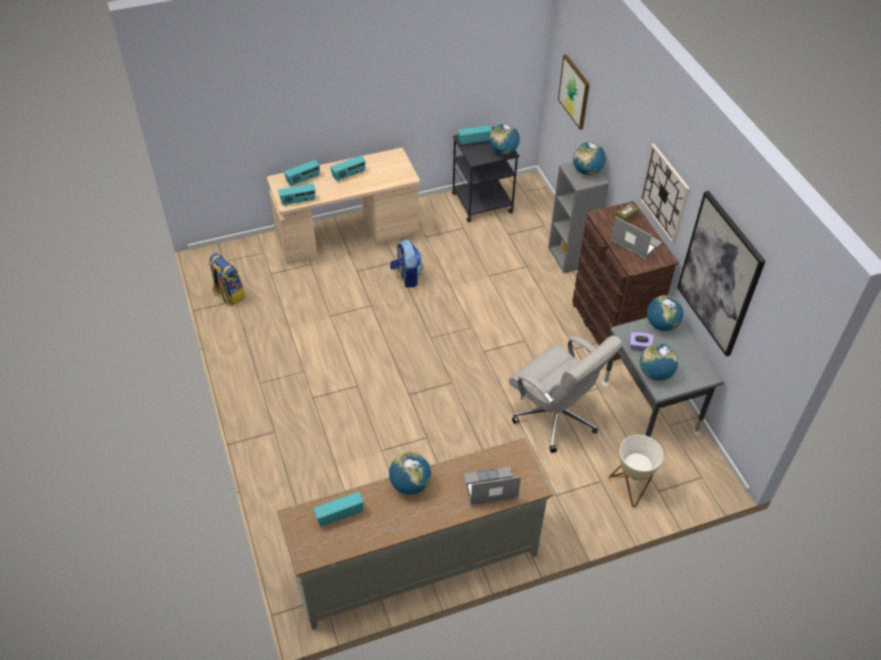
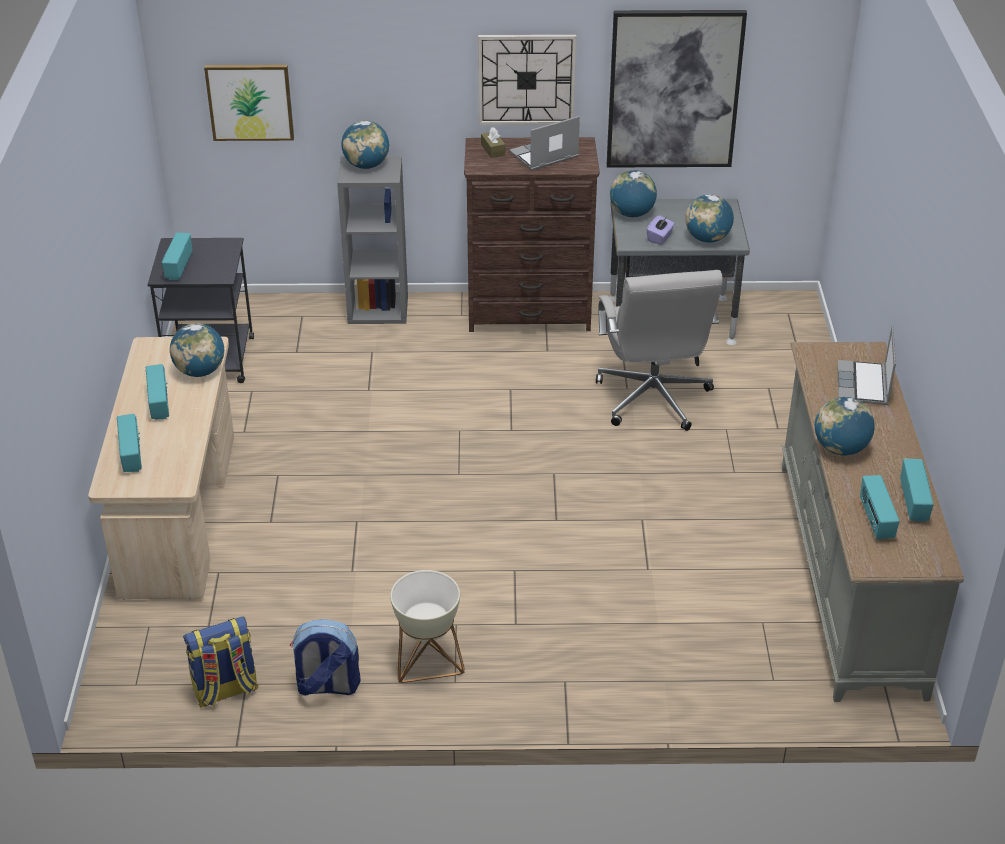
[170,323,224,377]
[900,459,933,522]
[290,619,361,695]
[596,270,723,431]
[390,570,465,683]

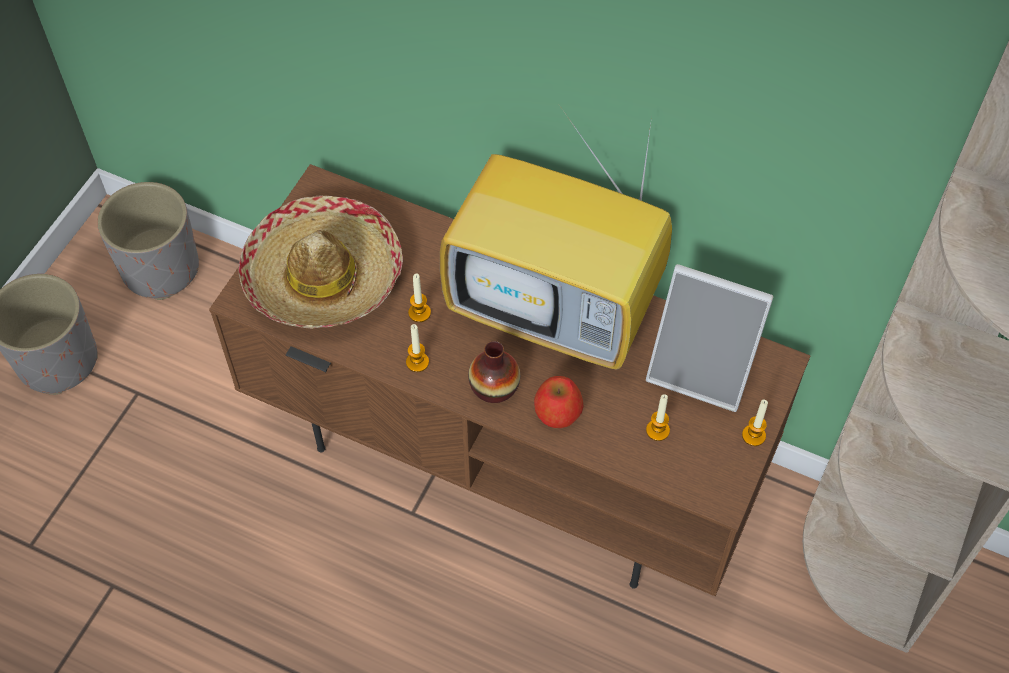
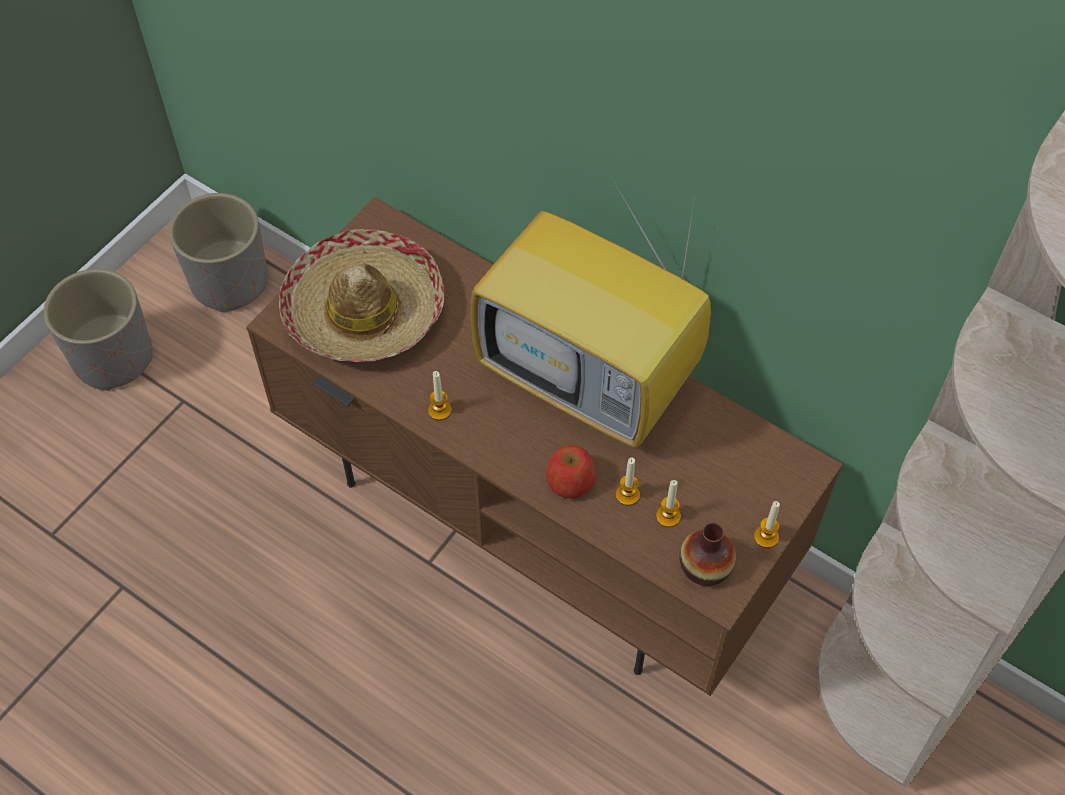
[646,264,774,412] (first image)
[616,457,640,506]
[679,523,736,586]

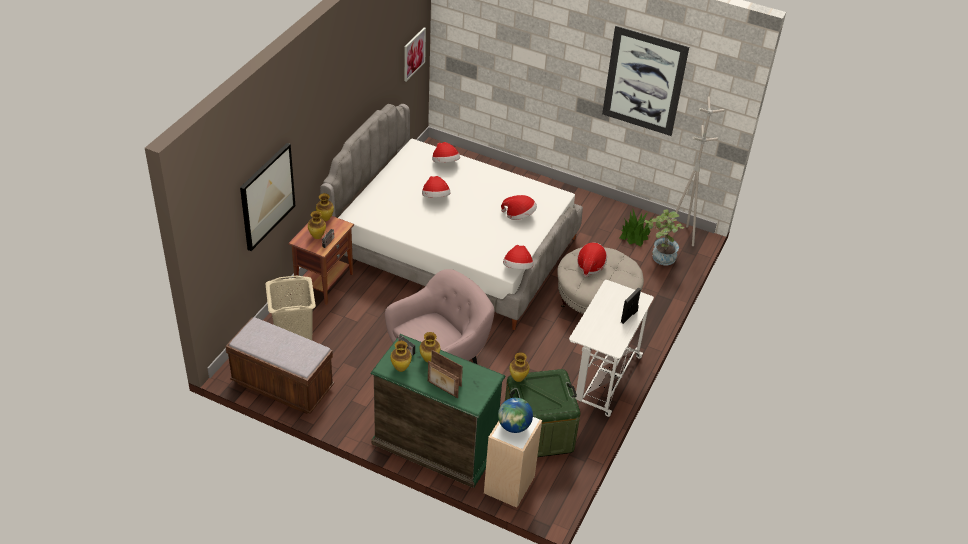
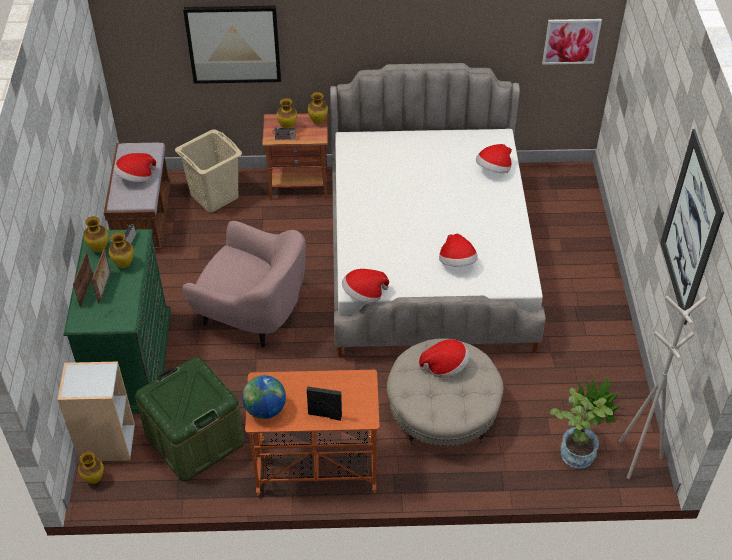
[114,153,156,182]
[245,370,380,496]
[78,451,104,484]
[242,375,286,419]

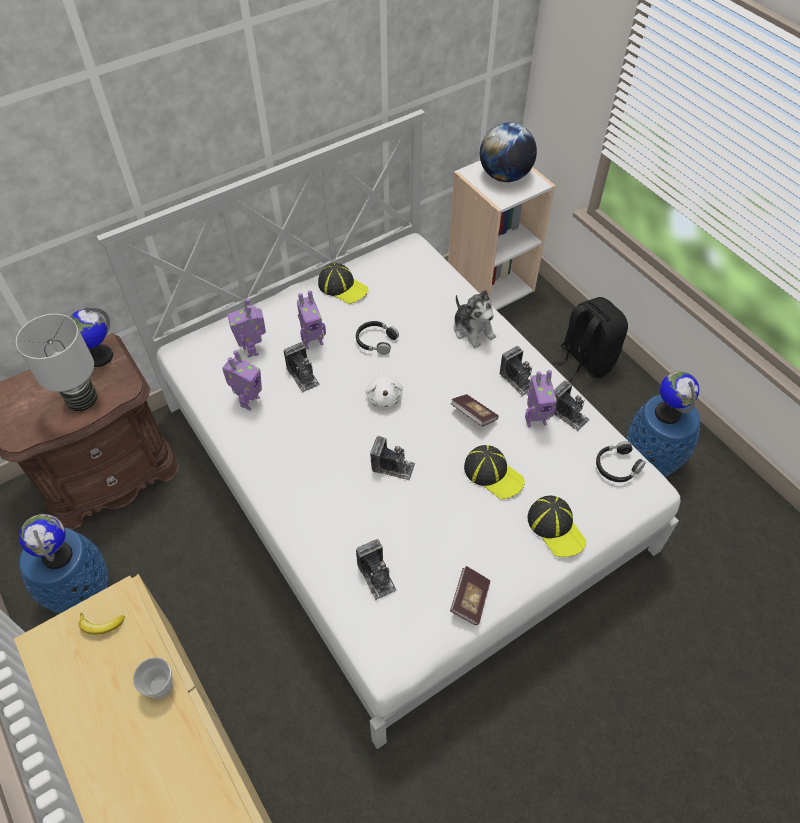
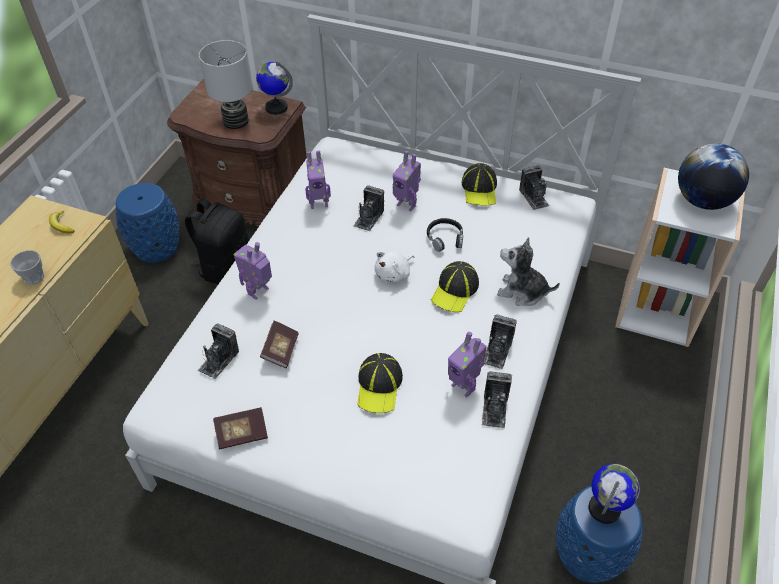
[497,237,560,306]
[185,198,249,284]
[234,242,272,300]
[260,320,299,368]
[519,165,549,210]
[596,441,646,482] (first image)
[431,261,479,312]
[19,514,73,569] (first image)

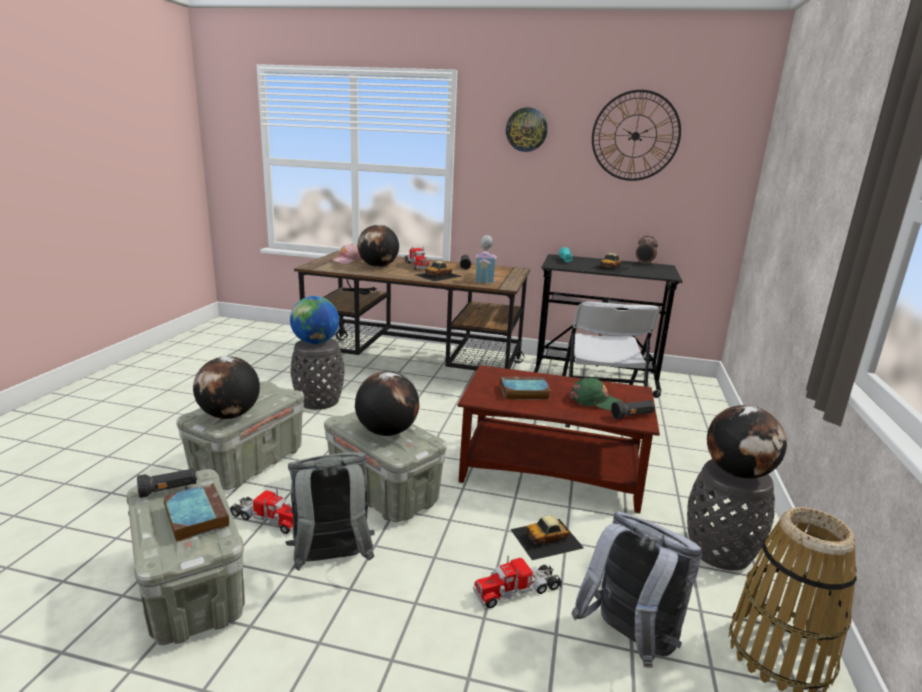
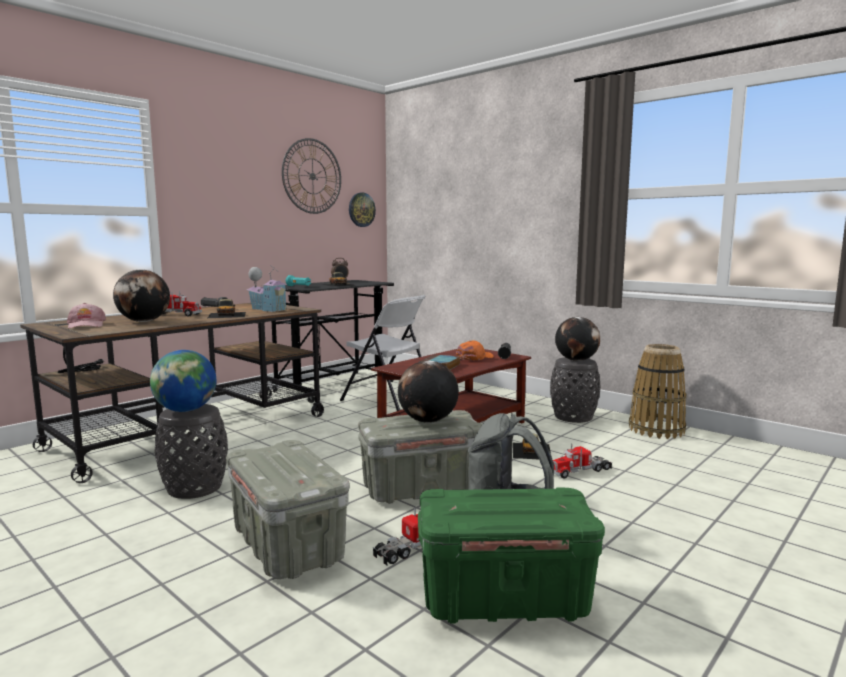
[349,193,376,227]
[193,356,260,419] (first image)
[456,341,494,360]
[137,468,197,498] (first image)
[418,488,605,624]
[164,483,229,542] (first image)
[571,511,702,668] (first image)
[553,443,612,479]

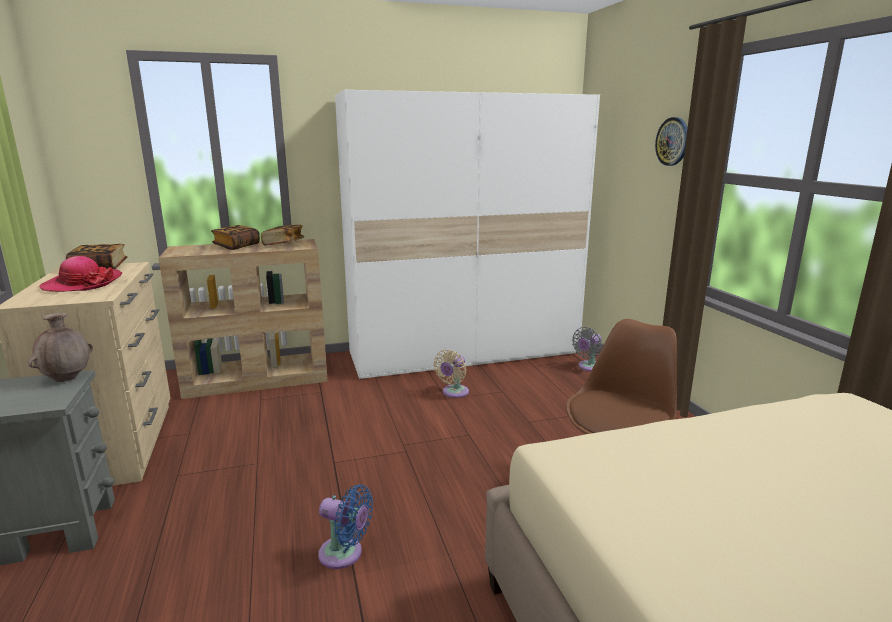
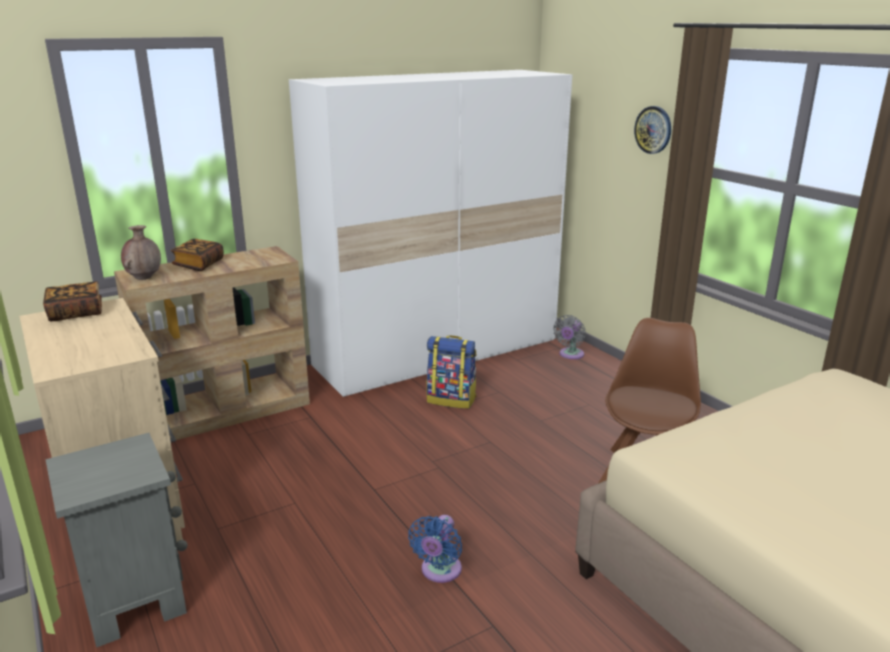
[261,225,304,246] (first image)
[39,256,122,292] (first image)
[121,225,161,280]
[426,335,476,409]
[408,515,462,583]

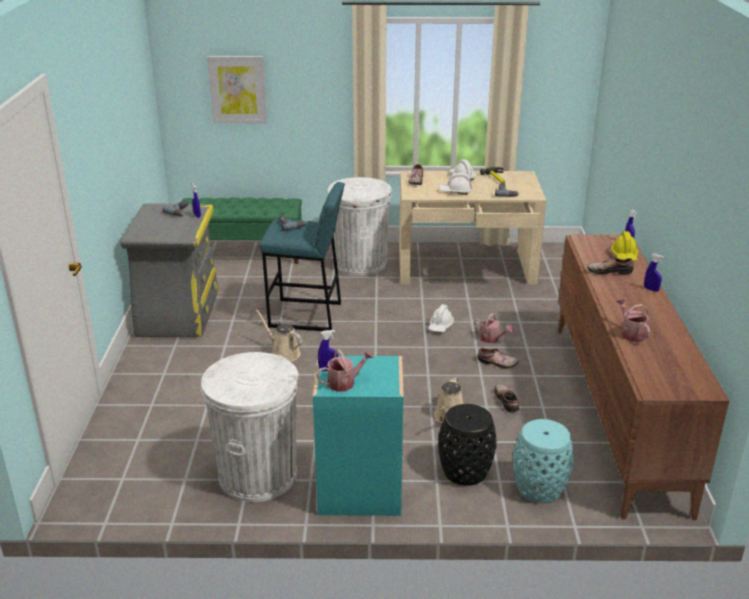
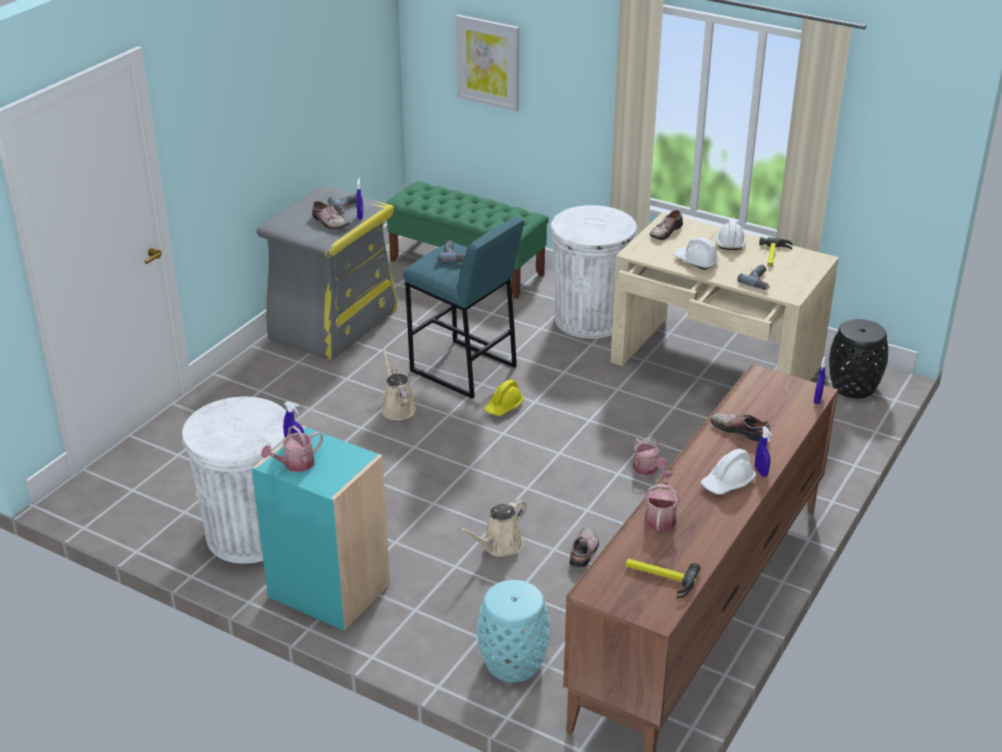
[484,380,524,416]
[701,449,756,495]
[312,201,350,229]
[261,426,323,472]
[829,319,888,398]
[625,559,701,599]

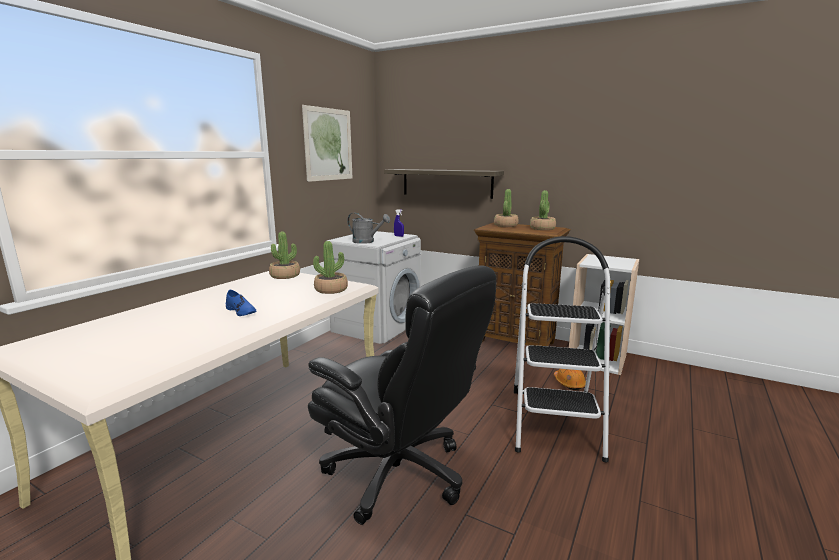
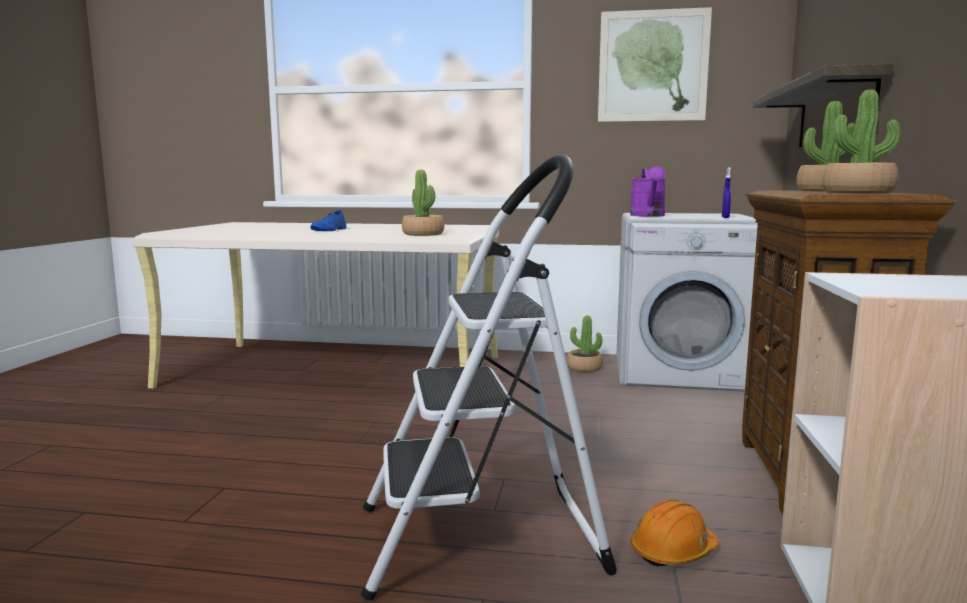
[630,166,666,217]
[567,315,603,372]
[308,265,496,525] (first image)

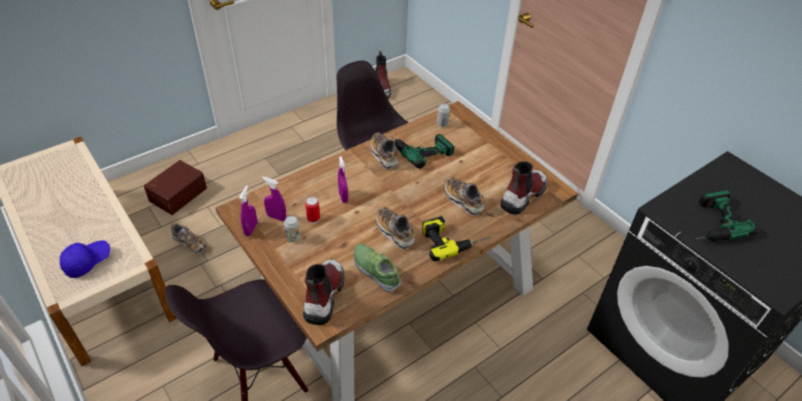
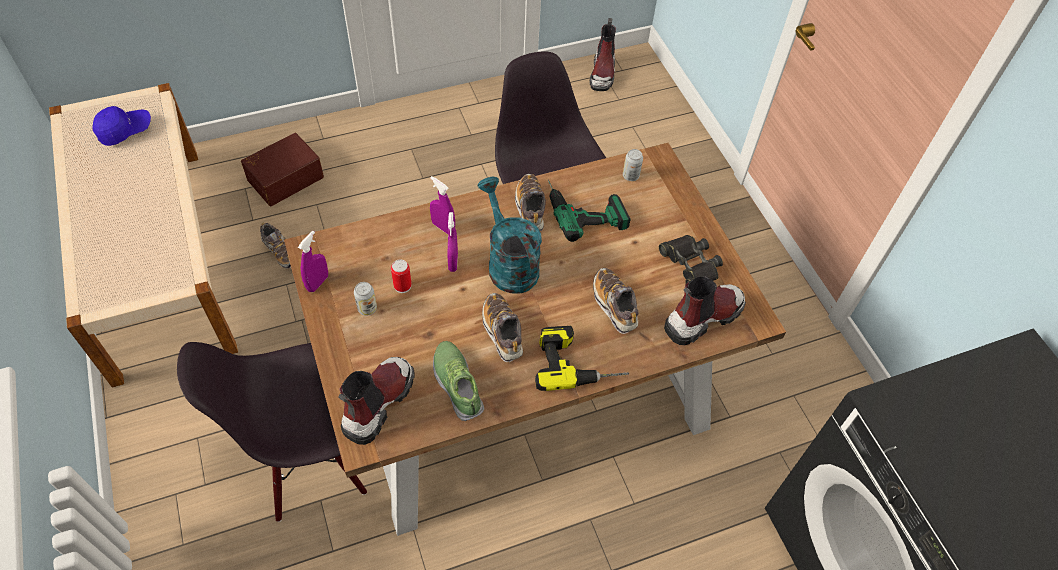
[430,176,455,234]
[696,189,759,241] (first image)
[92,106,151,146]
[477,177,542,293]
[659,235,723,284]

